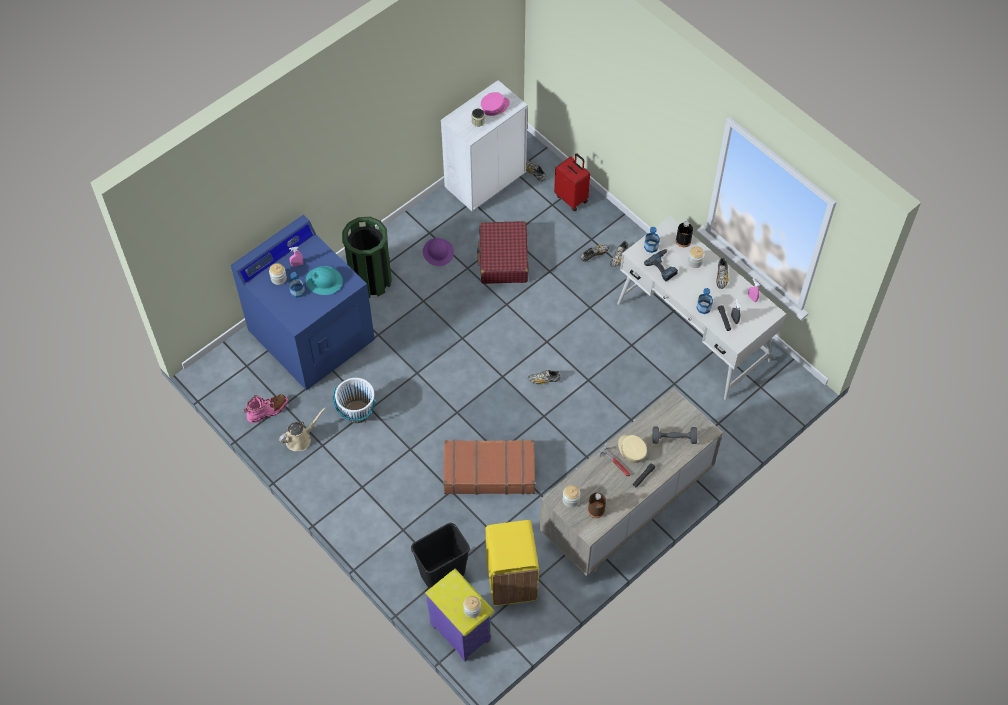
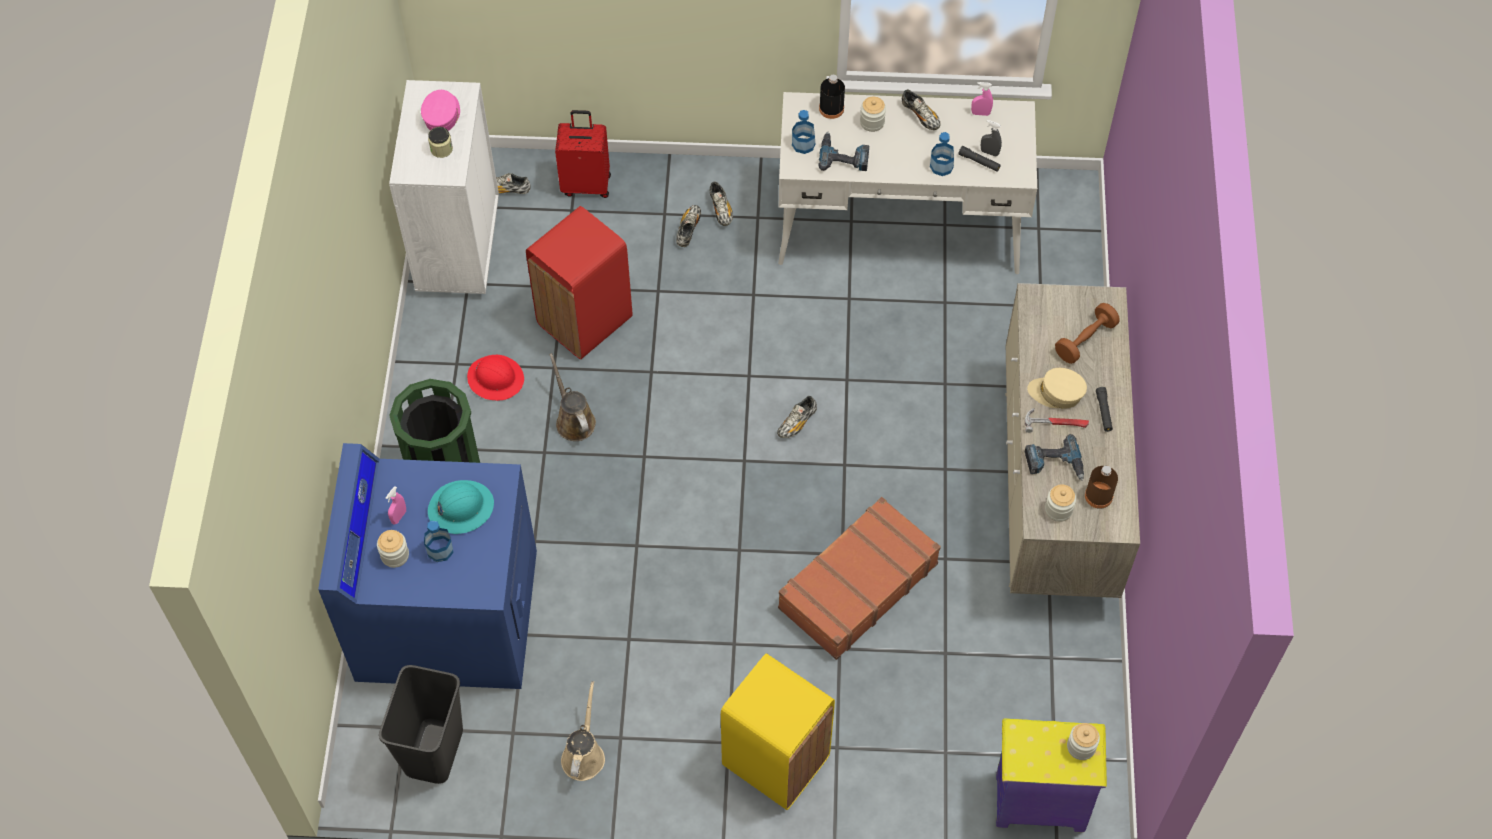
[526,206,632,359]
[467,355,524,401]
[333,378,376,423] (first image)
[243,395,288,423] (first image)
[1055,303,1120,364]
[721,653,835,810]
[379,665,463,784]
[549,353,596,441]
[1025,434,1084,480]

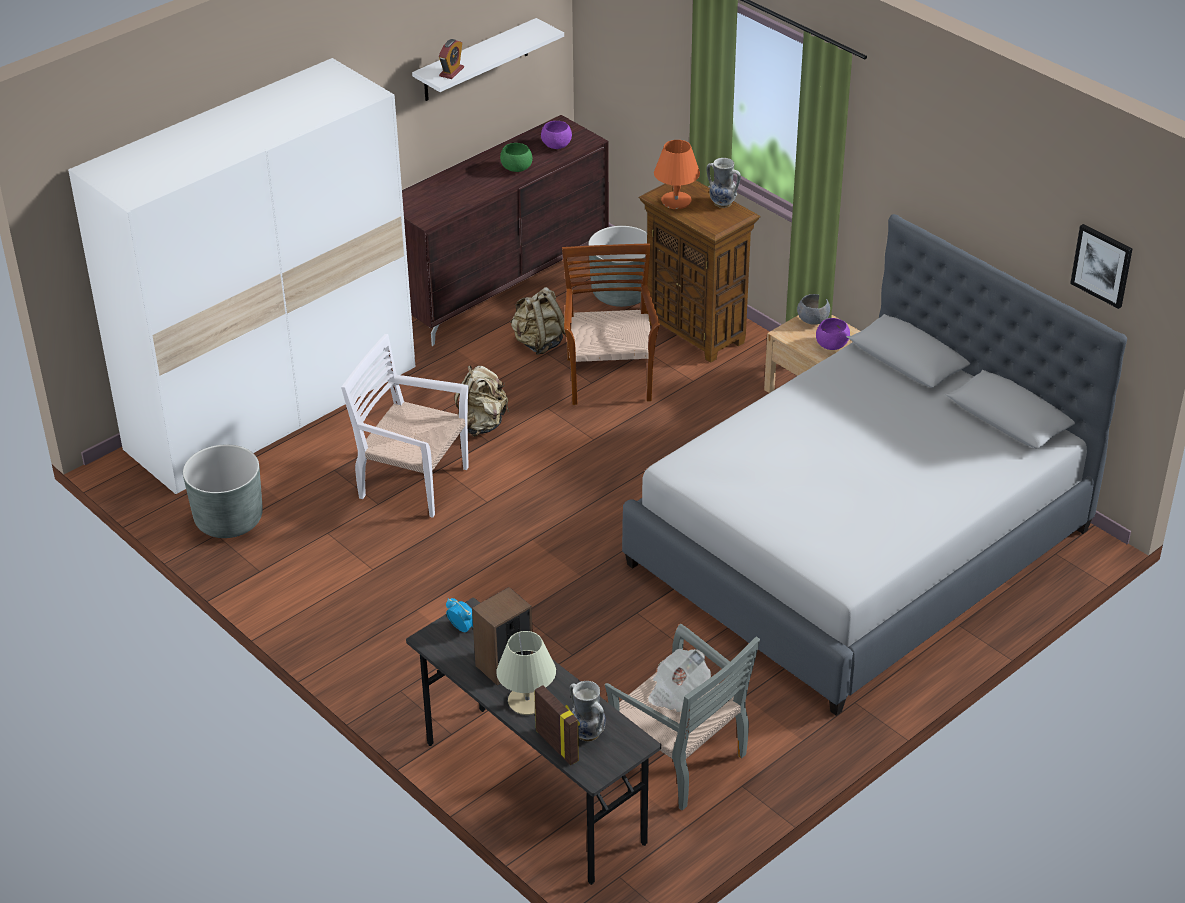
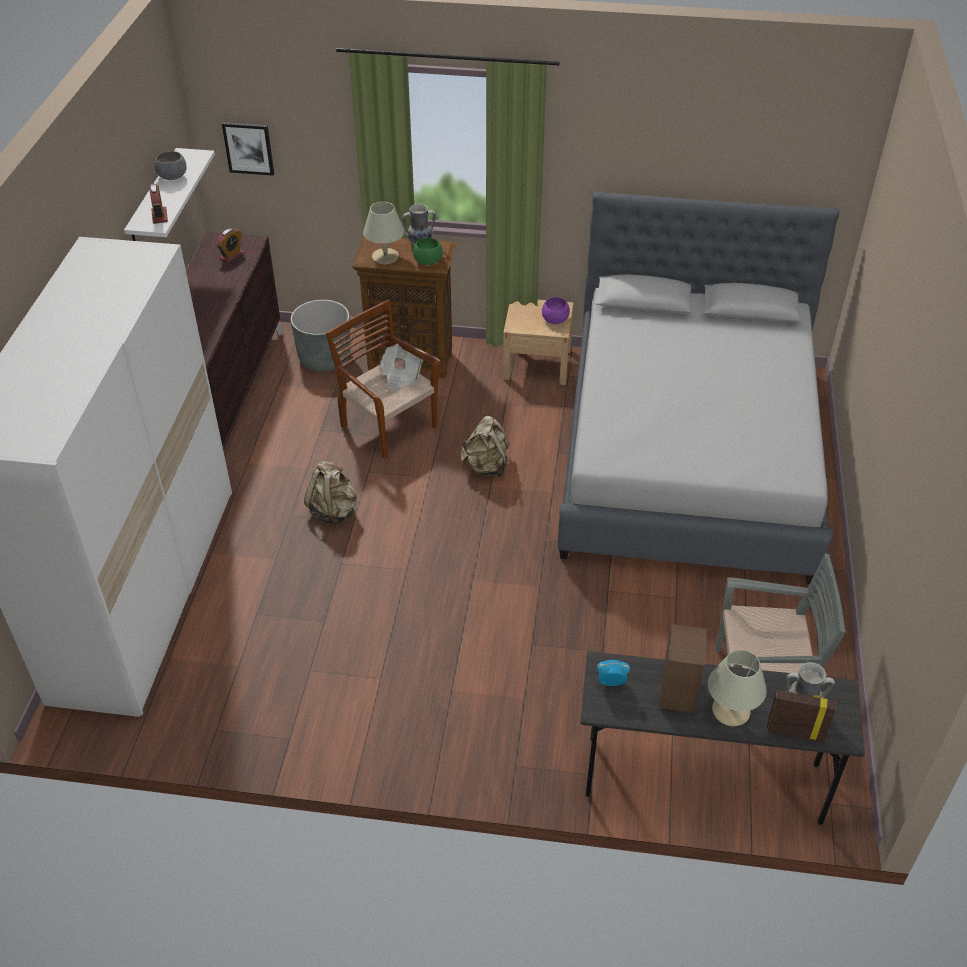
[216,228,244,263]
[363,202,404,265]
[413,238,443,265]
[222,122,274,176]
[461,416,510,477]
[155,151,187,180]
[341,334,469,518] (first image)
[183,445,263,538] (first image)
[380,342,423,390]

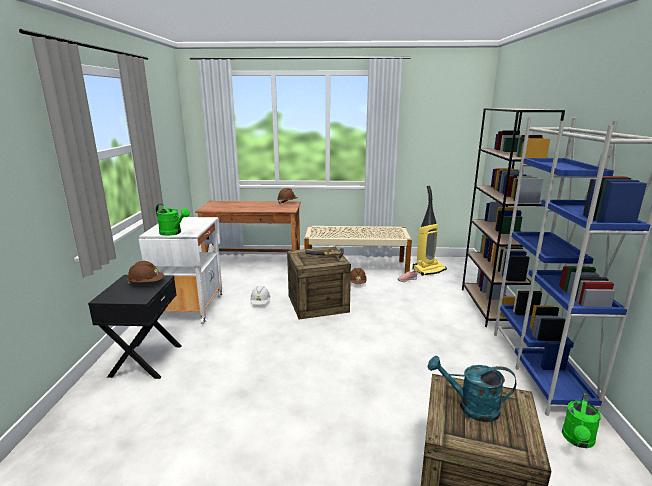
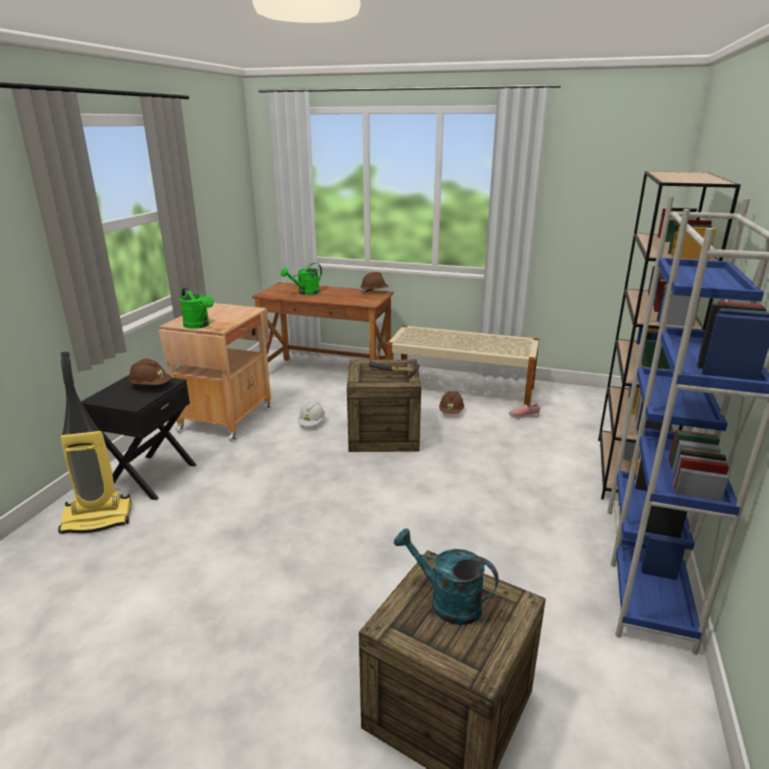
[58,352,132,534]
[159,303,271,442]
[281,263,322,295]

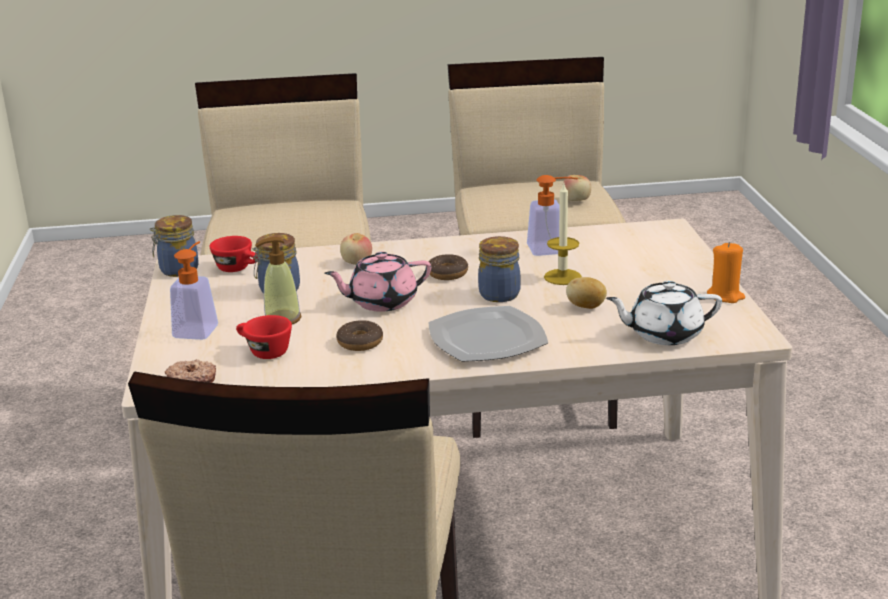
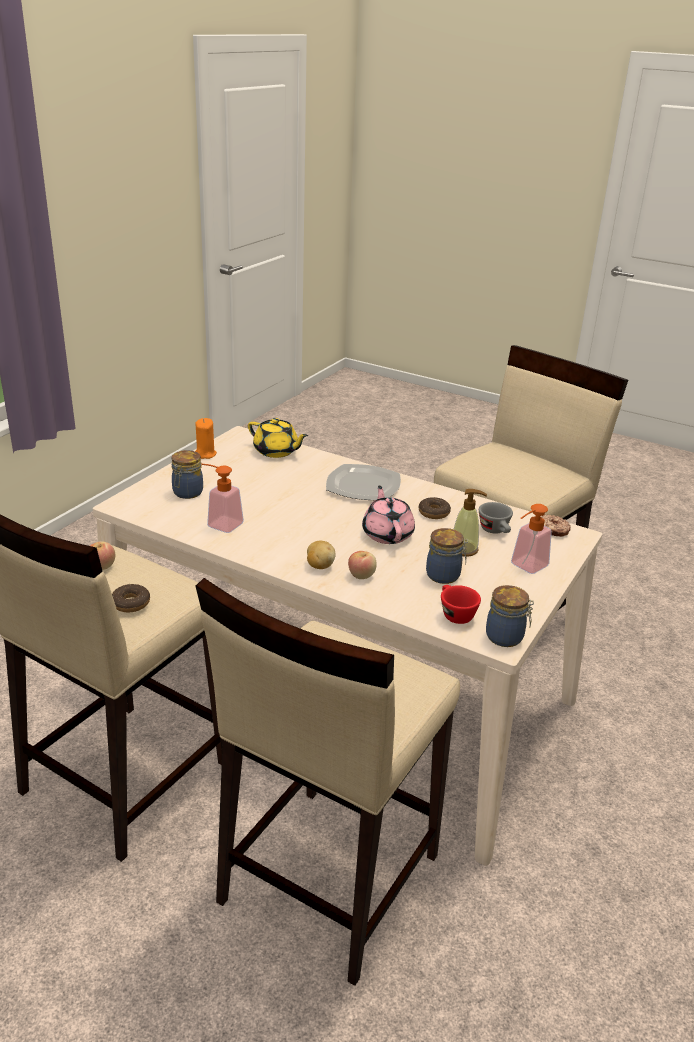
[544,183,582,285] (first image)
[171,450,203,499]
[362,486,415,544]
[112,584,150,612]
[307,541,336,569]
[248,418,308,458]
[479,502,513,534]

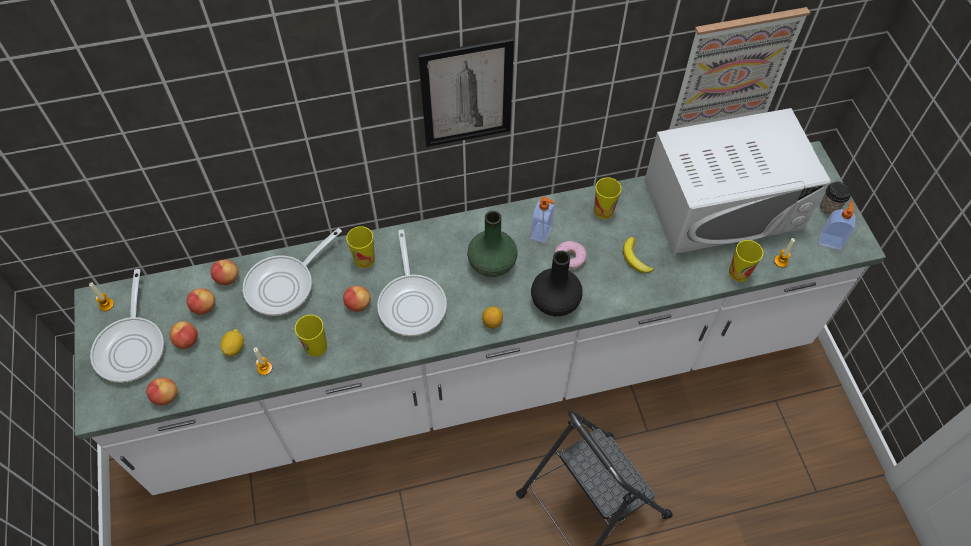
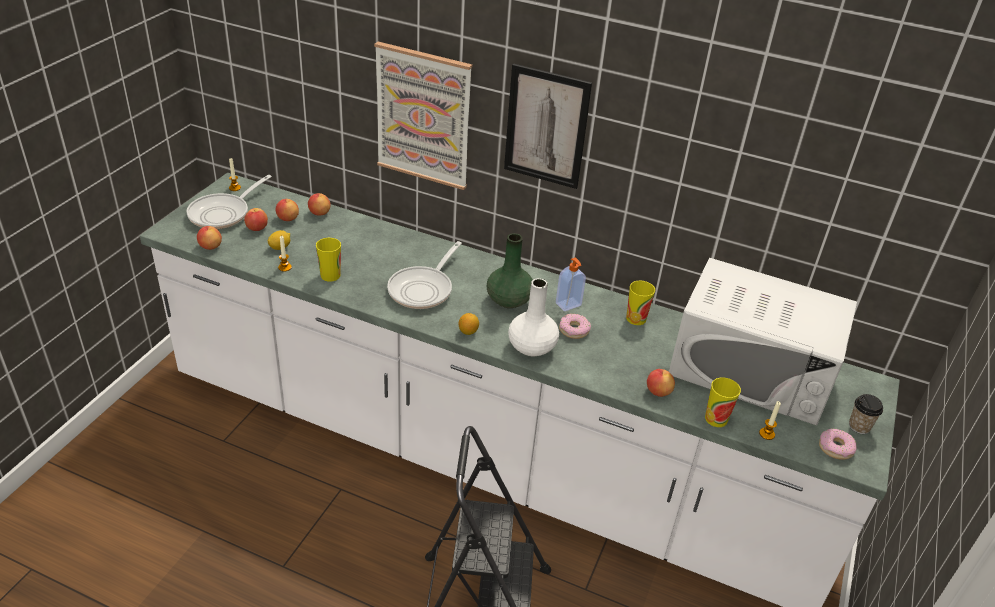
[374,42,472,190]
[819,429,856,460]
[346,226,375,268] (first image)
[243,228,342,316] (first image)
[623,237,654,273] (first image)
[508,278,559,356]
[647,369,675,397]

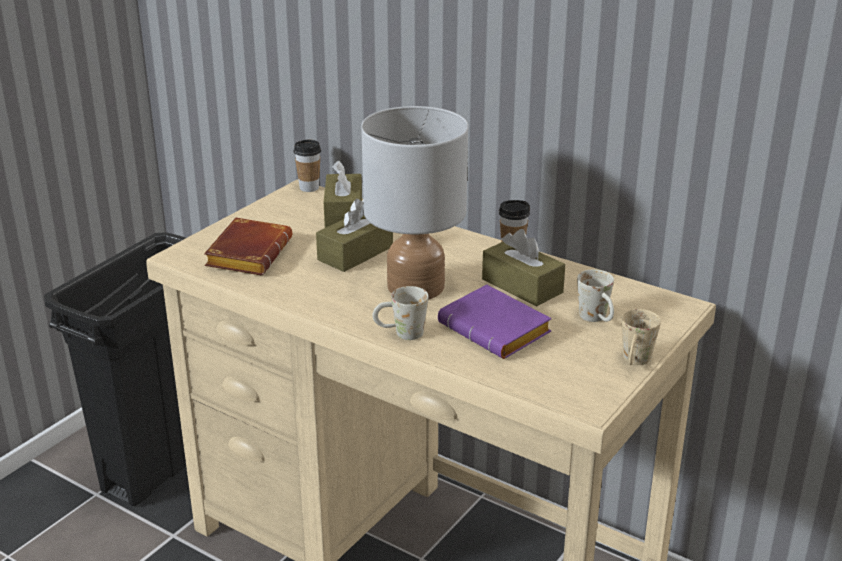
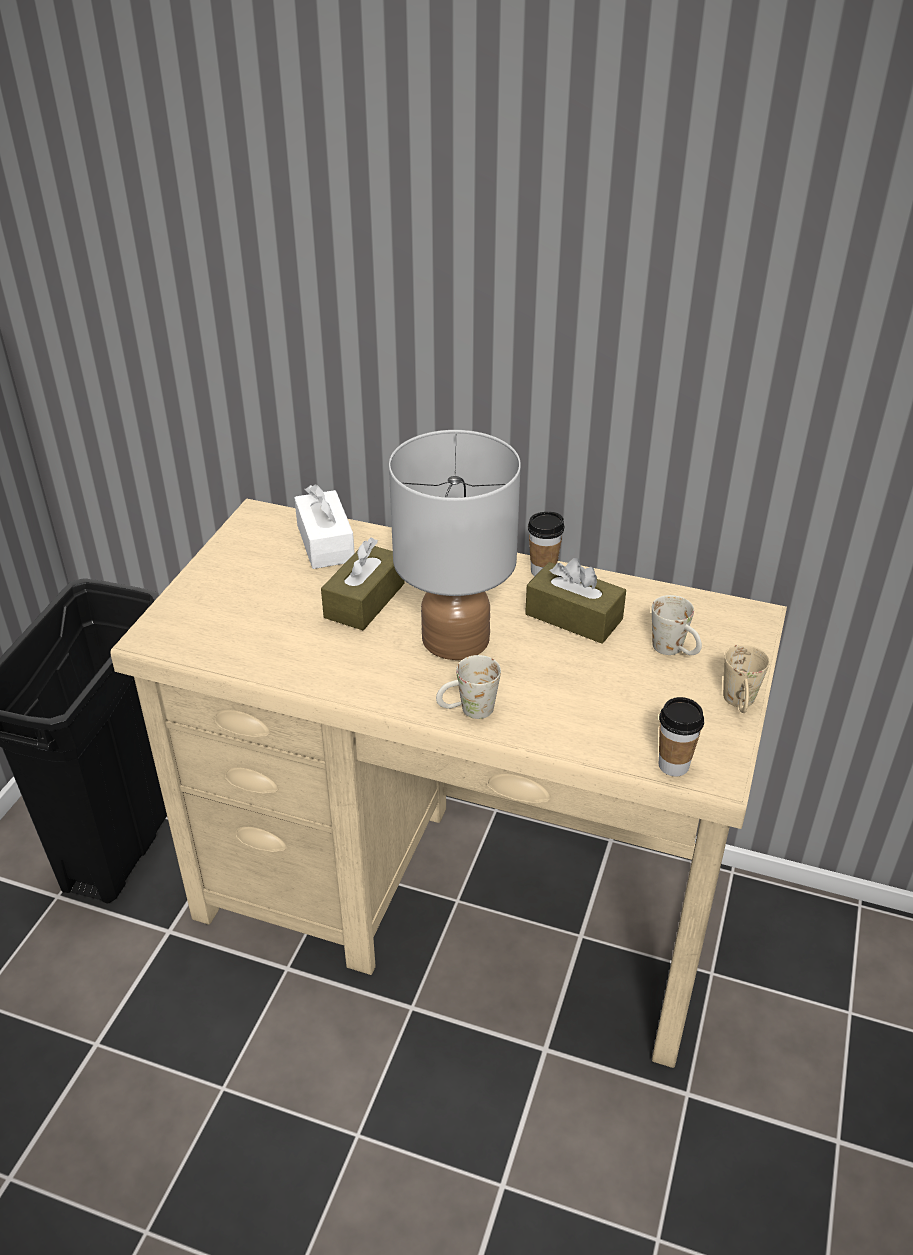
[659,697,704,776]
[294,484,355,569]
[204,217,292,275] (first image)
[438,284,552,359] (first image)

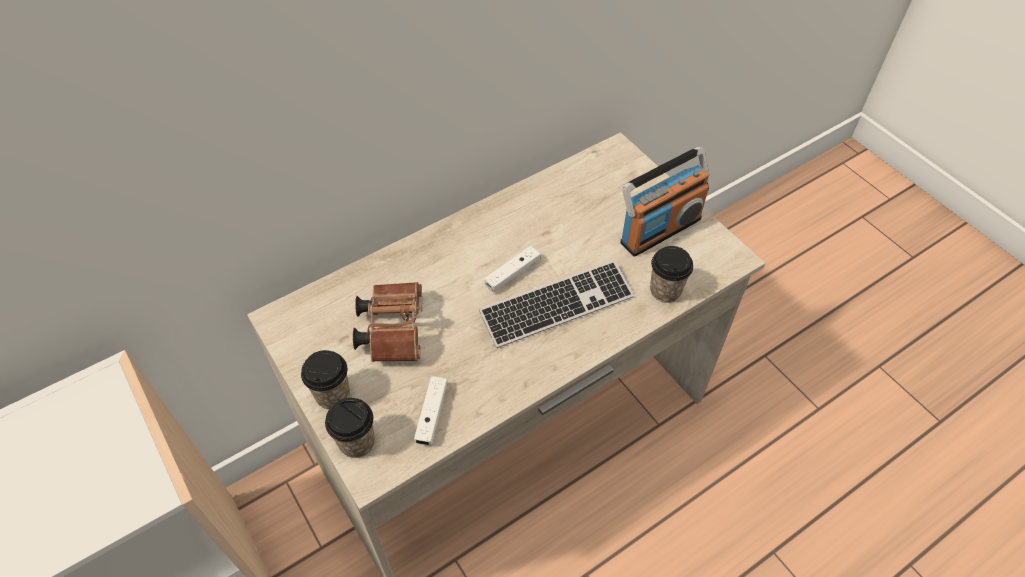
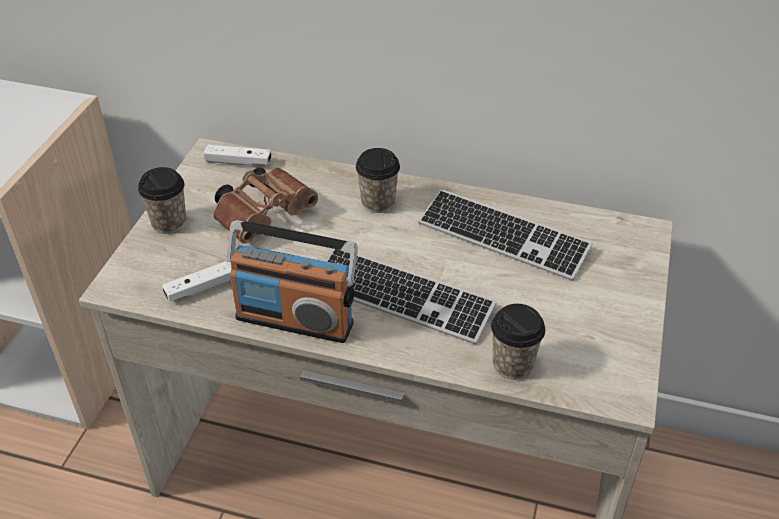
[226,220,358,343]
[204,145,272,166]
[356,148,400,213]
[418,189,592,281]

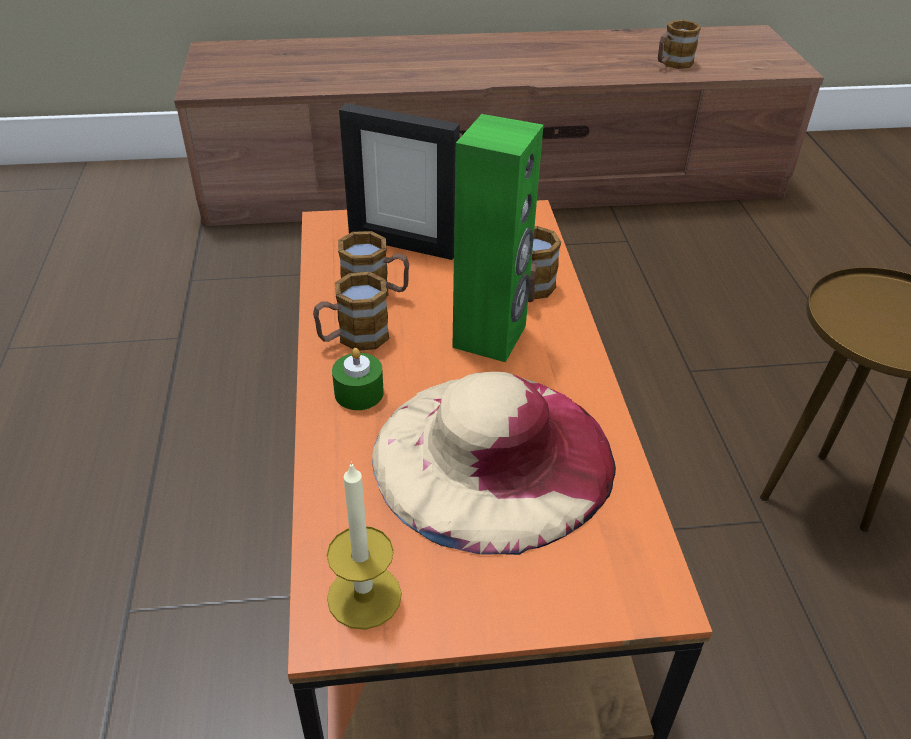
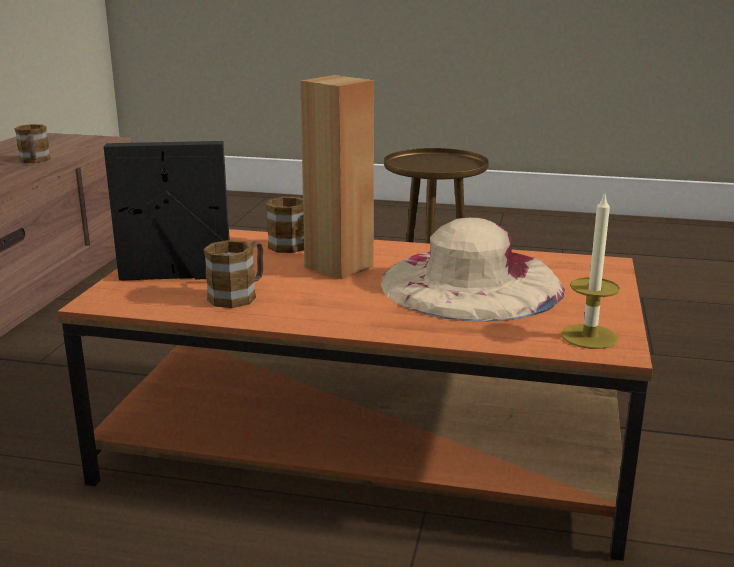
[104,141,230,281]
[301,75,374,279]
[313,272,389,351] (first image)
[332,348,384,410] (first image)

